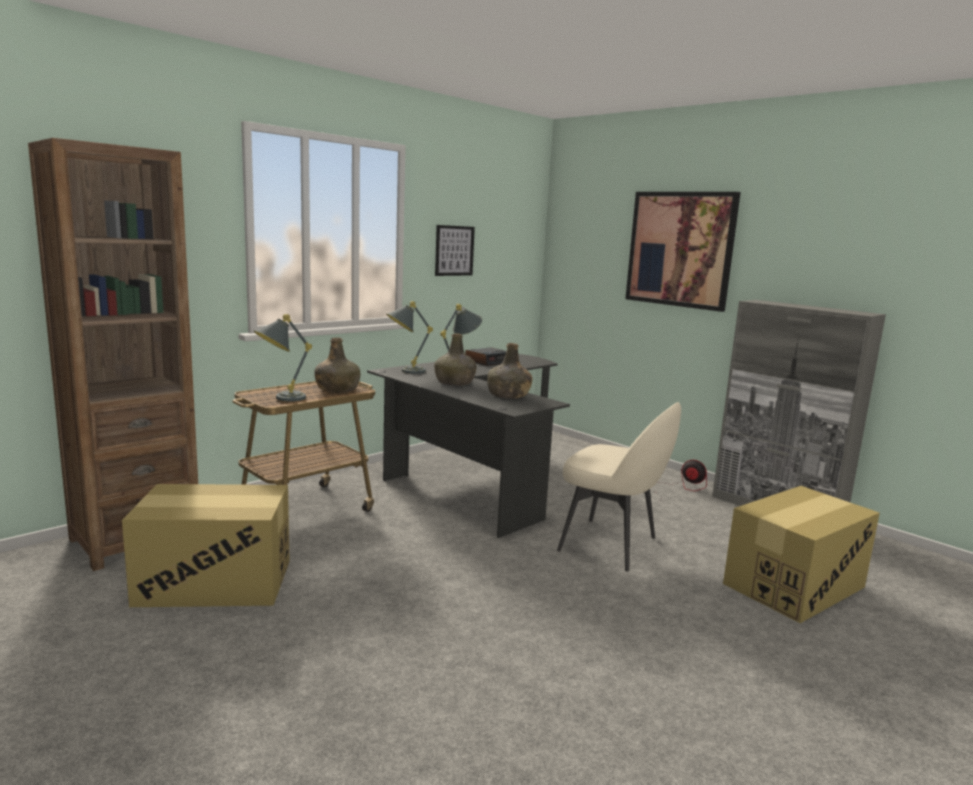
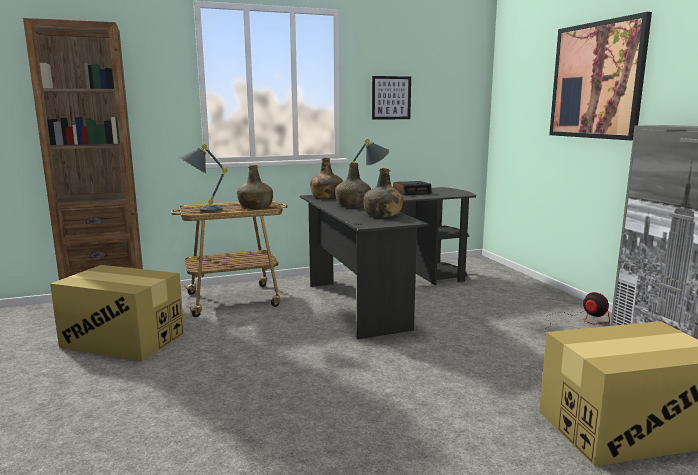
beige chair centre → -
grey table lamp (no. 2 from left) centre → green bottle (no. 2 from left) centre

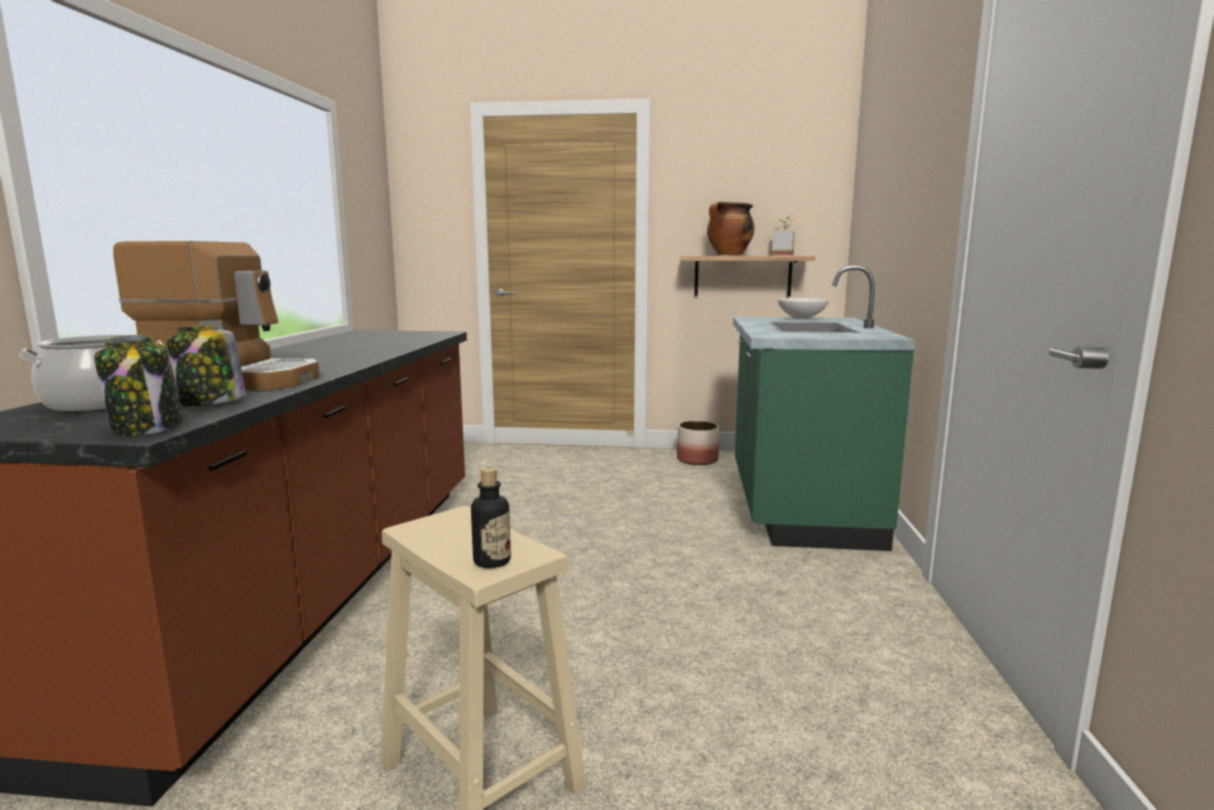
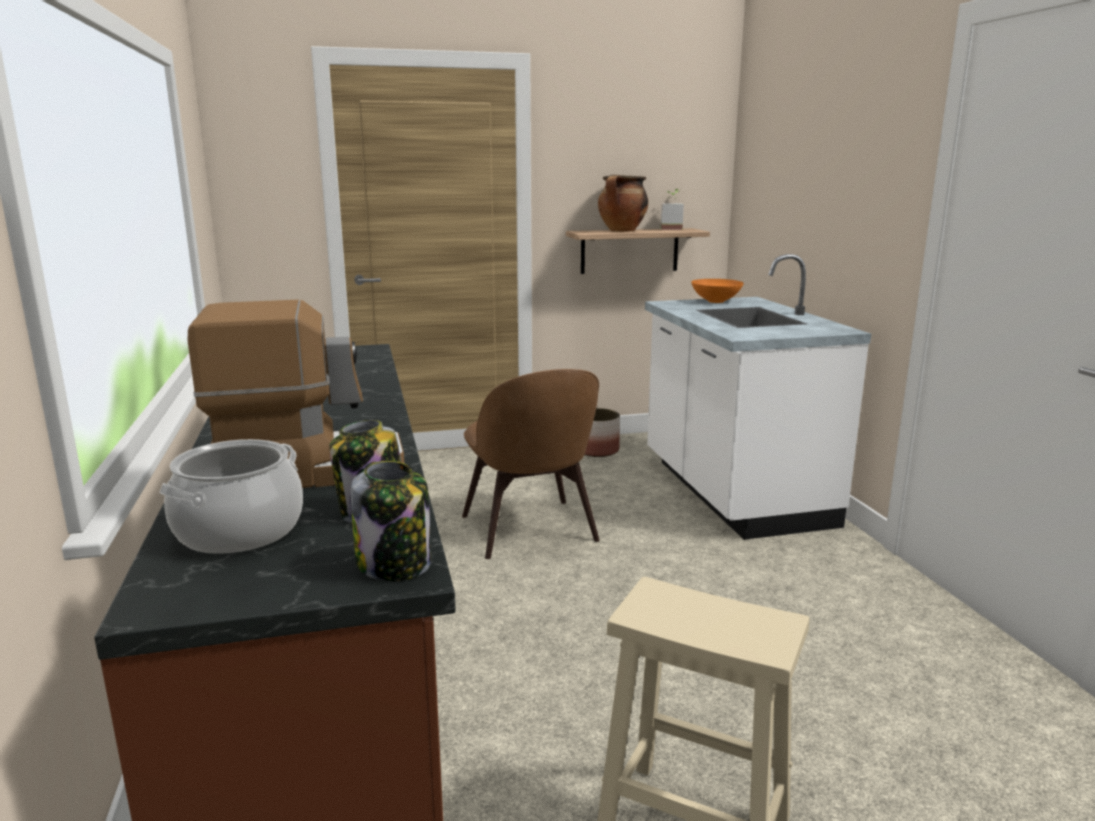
bottle centre → -
- → brown chair centre
green counter middle right → white counter middle right
white bowl centre → orange bowl centre

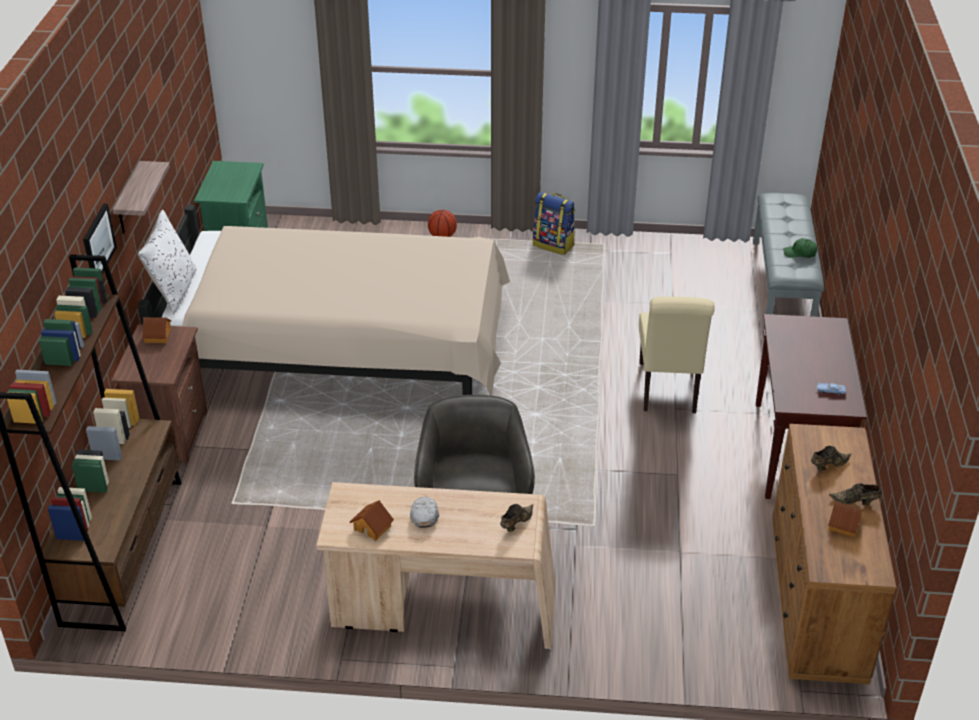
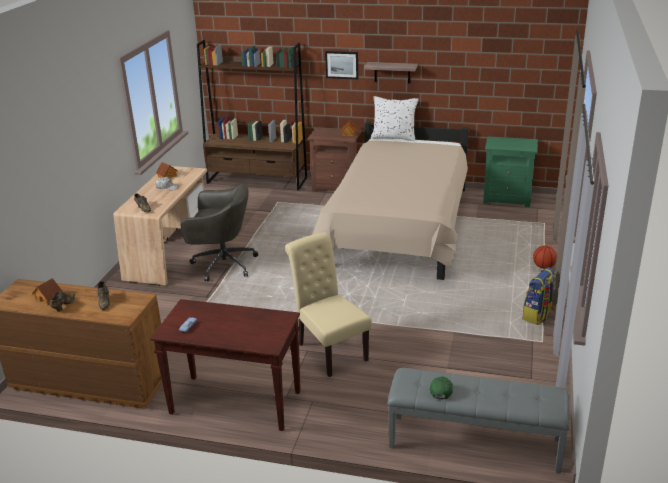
beige chair middle right → beige chair centre, 45 degrees clockwise

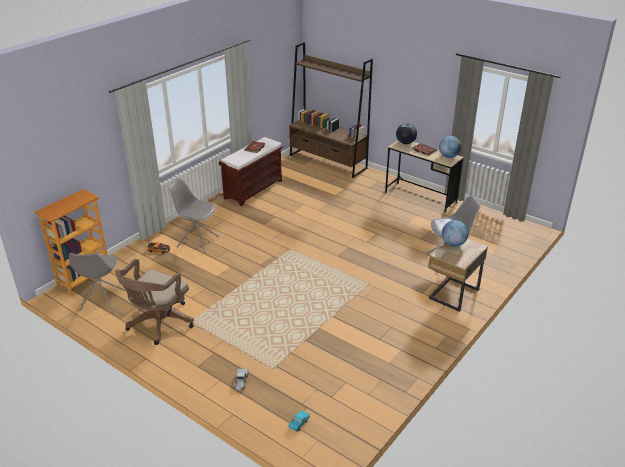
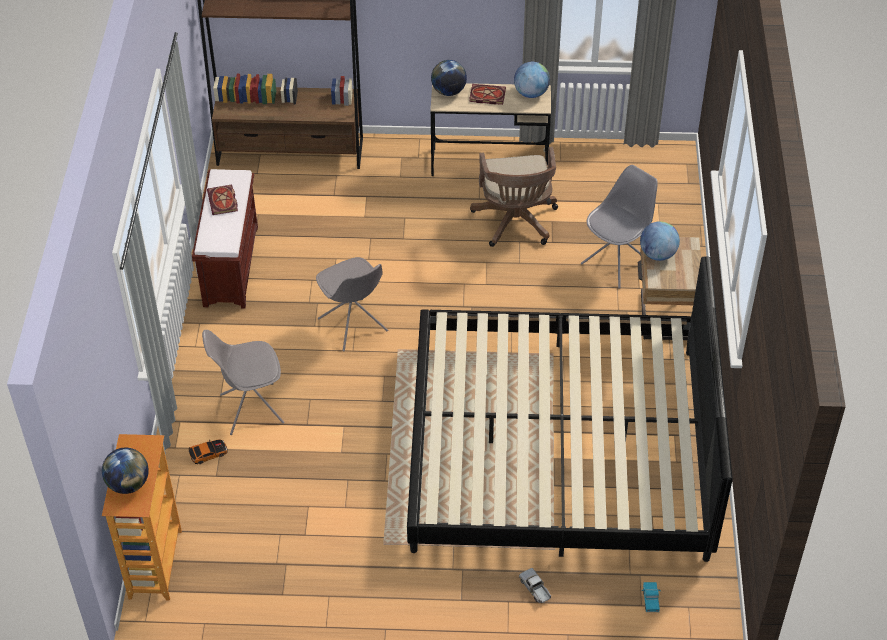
- → globe (no. 1 from left) bottom left
- → bed centre
grey chair (no. 1 from left in the first image) middle left → grey chair (no. 2 from left) centre, relocated
brown office chair middle left → brown office chair top centre, relocated

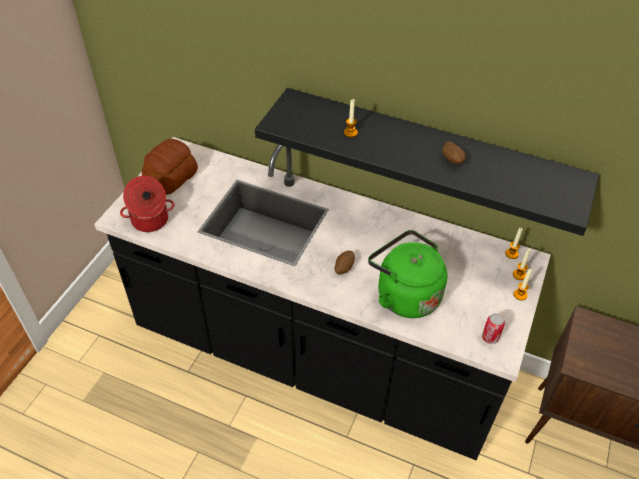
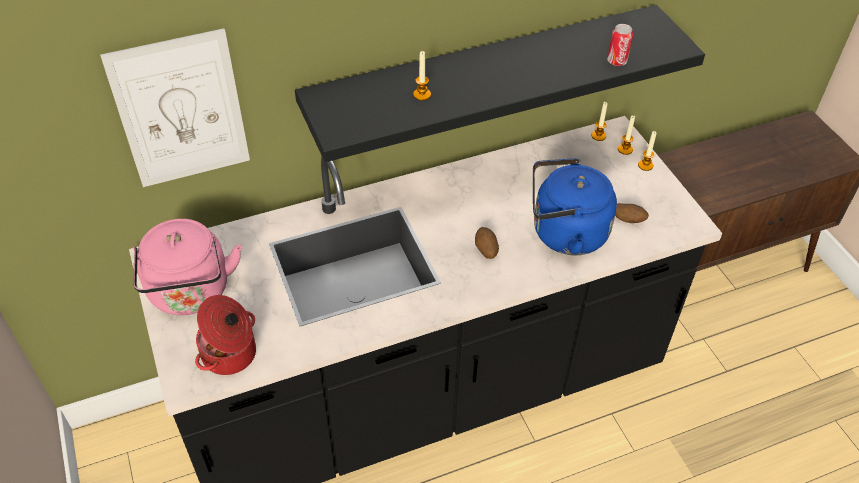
- → picture top left
potato (no. 2 from left) top right → potato (no. 2 from left) middle right, relocated
can bottom right → can top right, relocated
bread middle left → pink kettle middle left
green kettle centre → blue kettle middle right

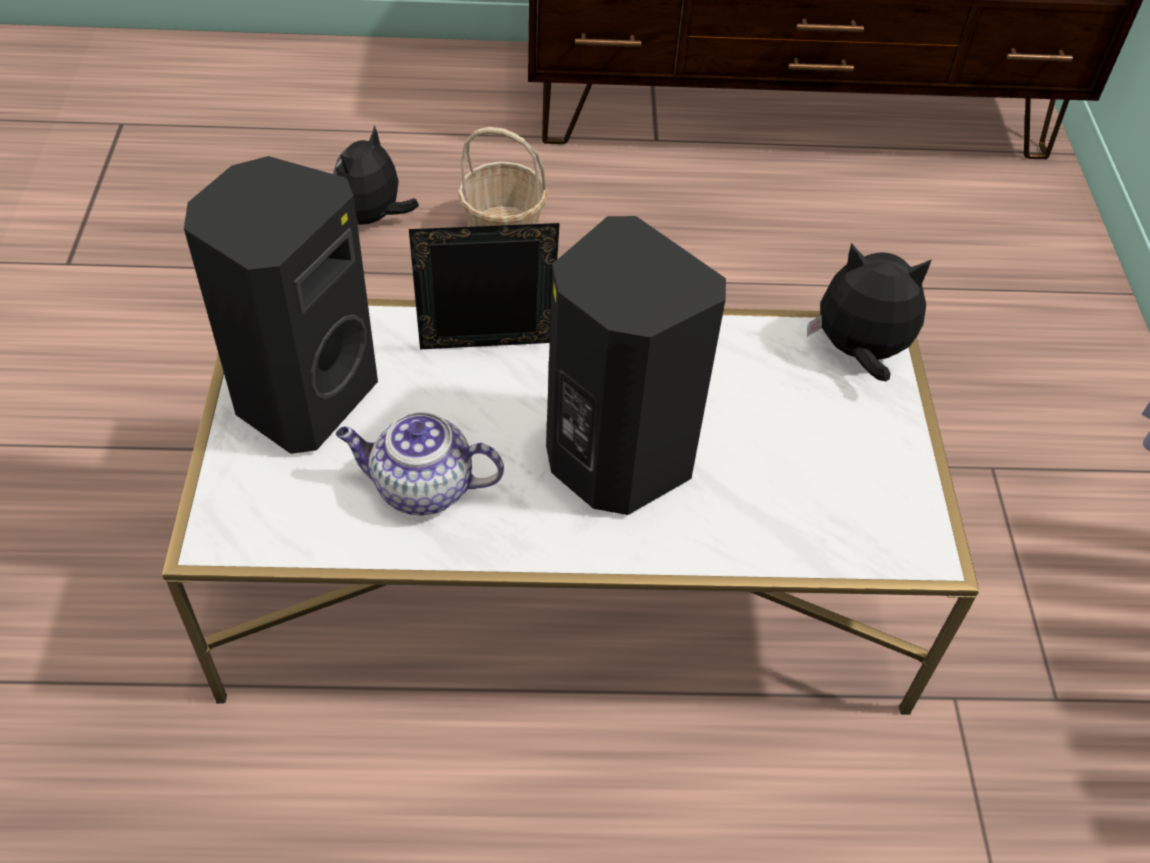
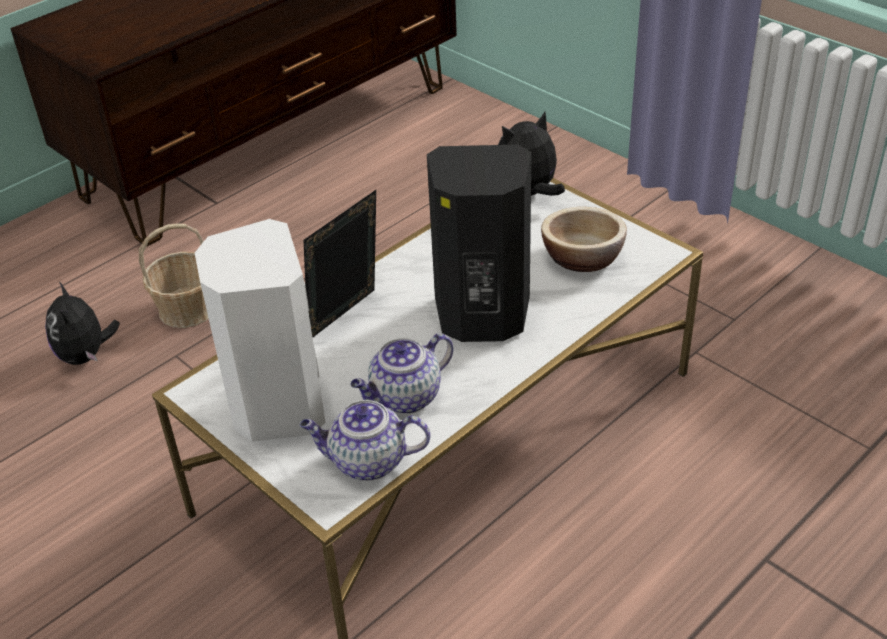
- → teapot (no. 1 from left) bottom centre
- → bowl centre
black speaker (no. 1 from left) middle left → white speaker middle left

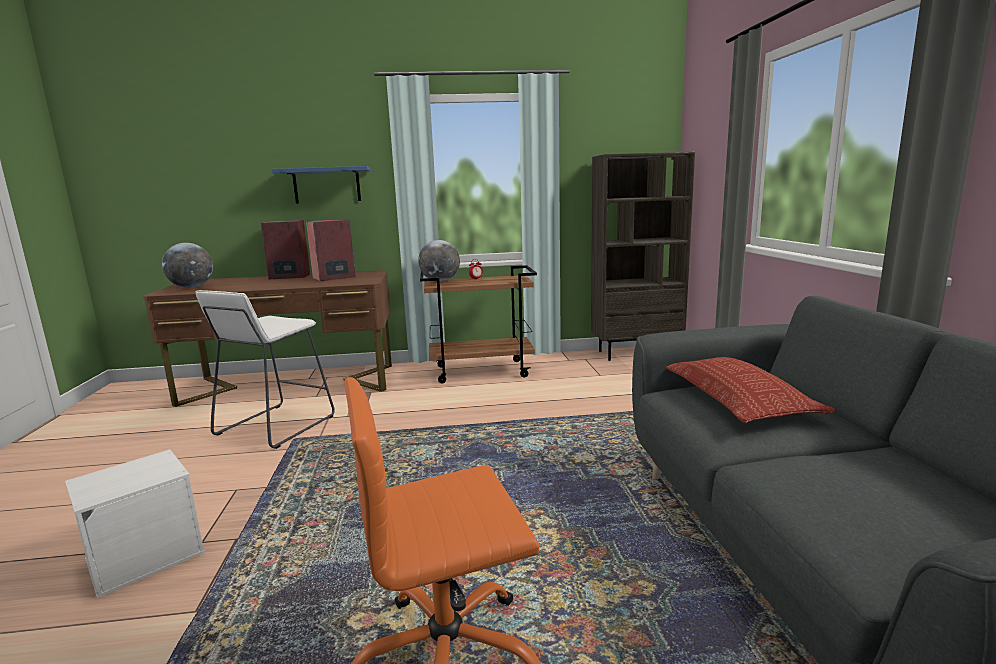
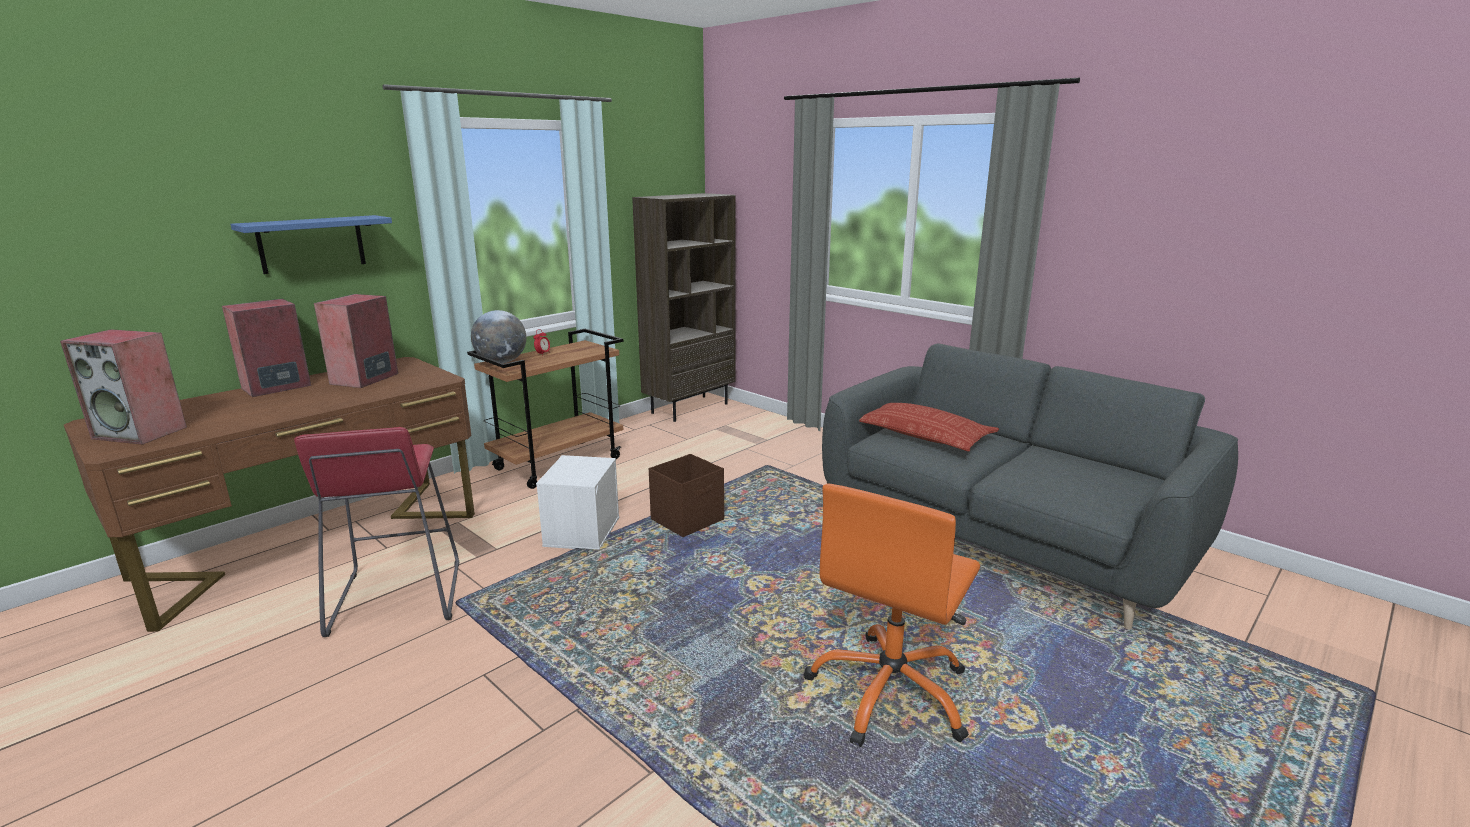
- → brown storage box centre
white storage box bottom left → white storage box centre, relocated
globe (no. 1 from left) middle left → speaker (no. 1 from left) middle left
white stool middle left → red stool middle left

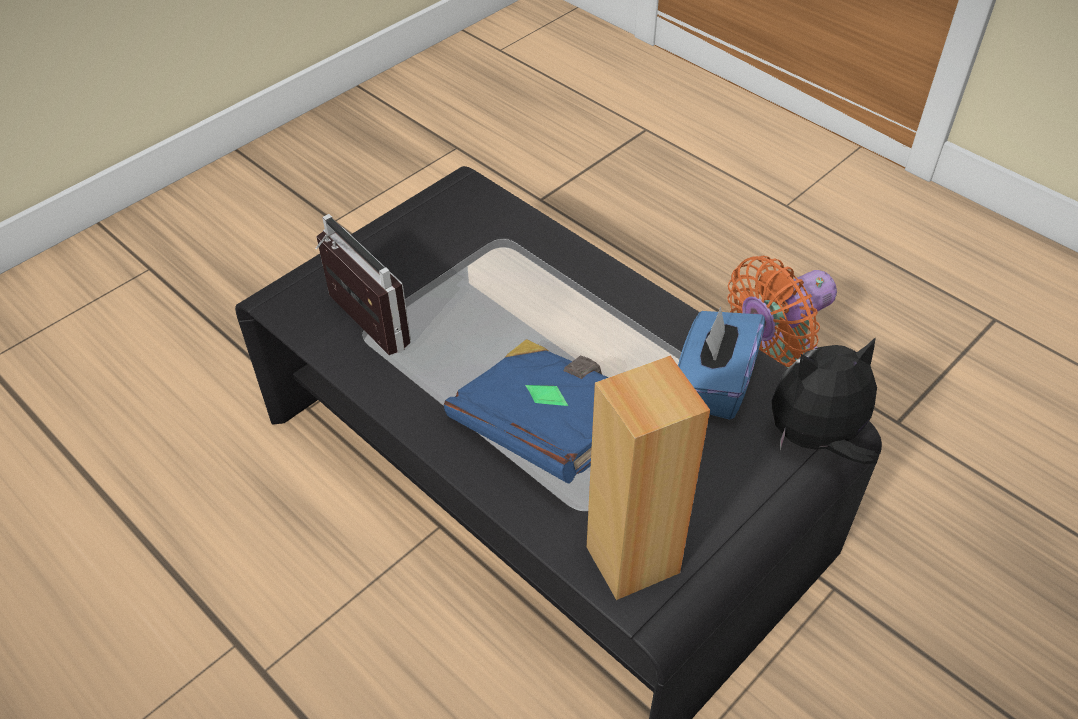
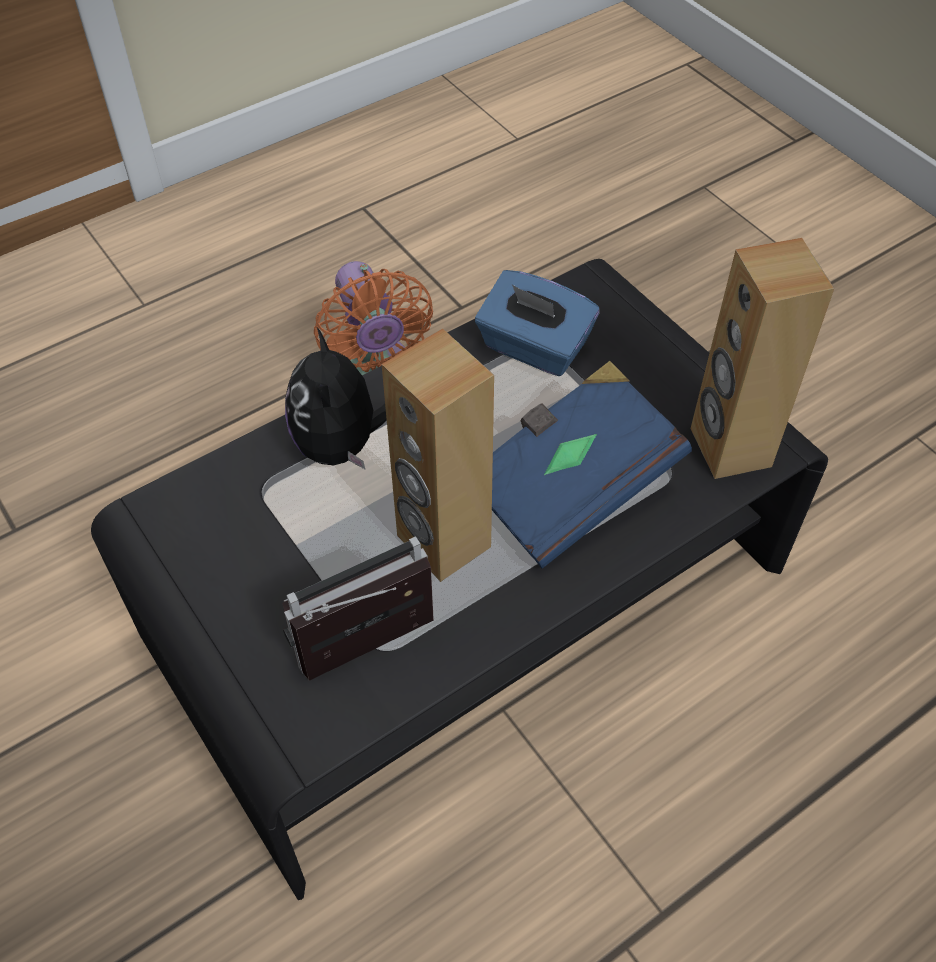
- → brown speaker (no. 1 from left) centre
plush toy middle right → plush toy centre, relocated

